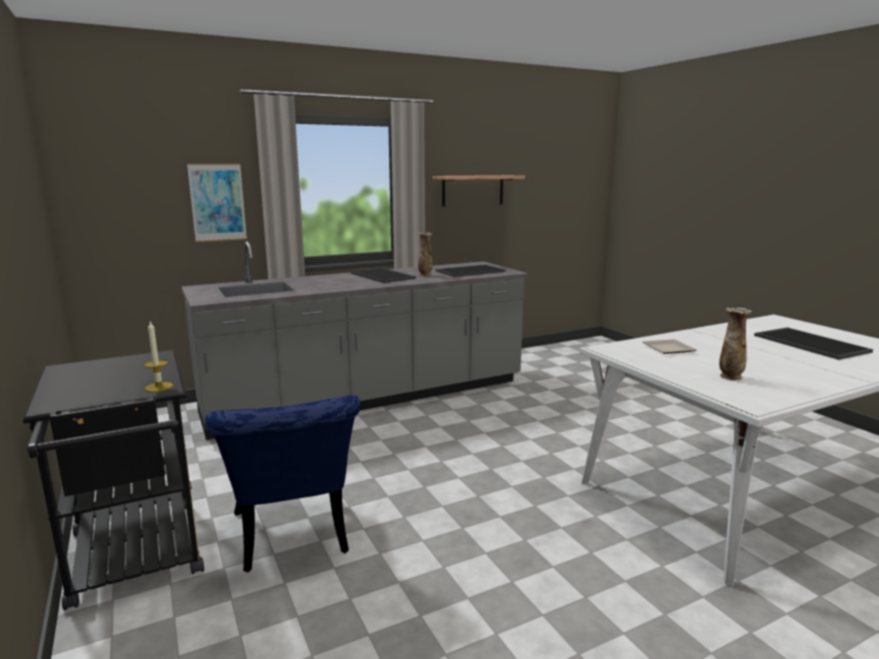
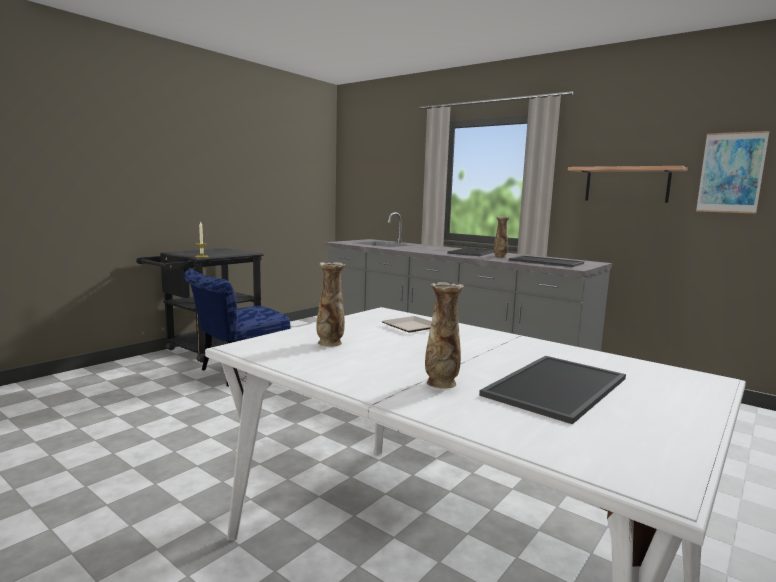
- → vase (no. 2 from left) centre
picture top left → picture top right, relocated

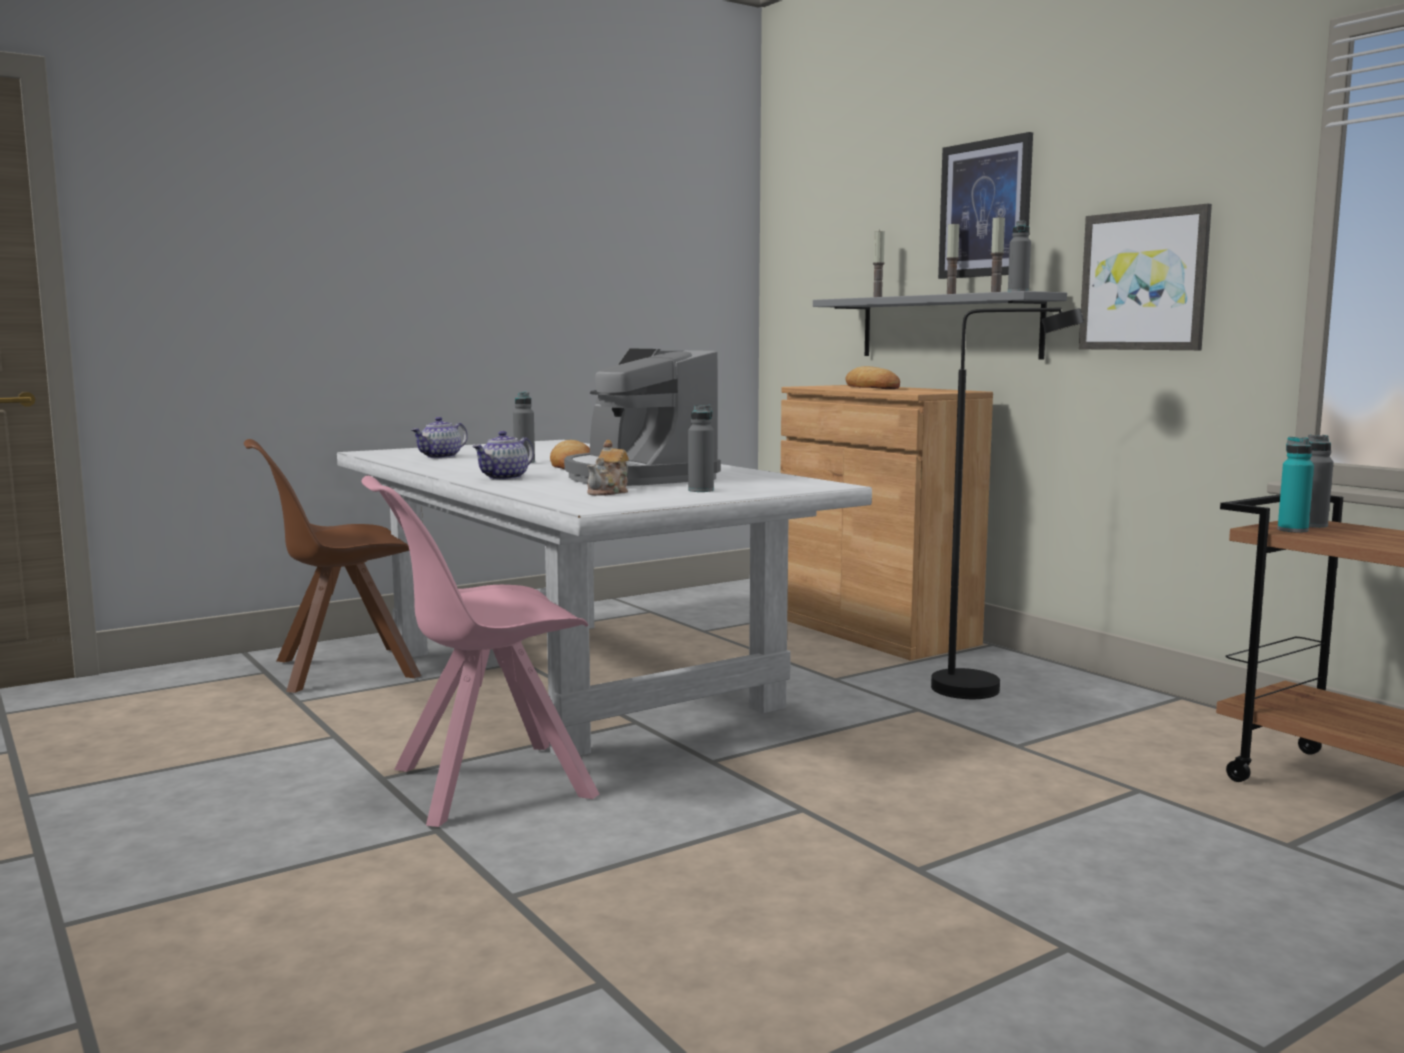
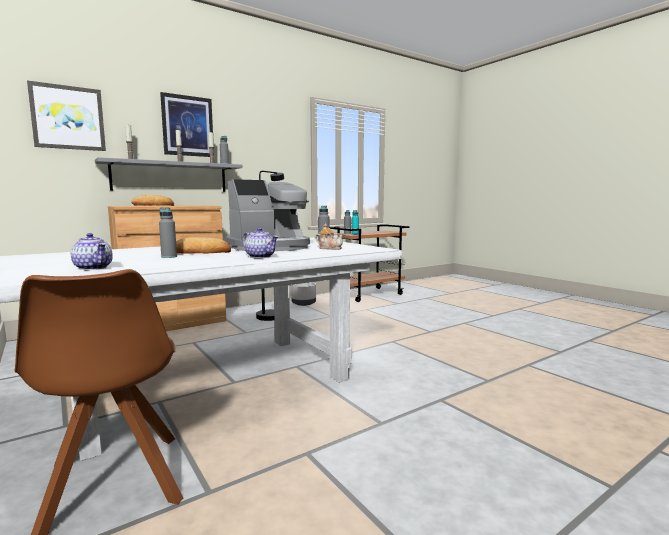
pink chair centre → -
- → grey planter centre
picture (no. 2 from left in the first image) top right → picture (no. 1 from left) top left, relocated

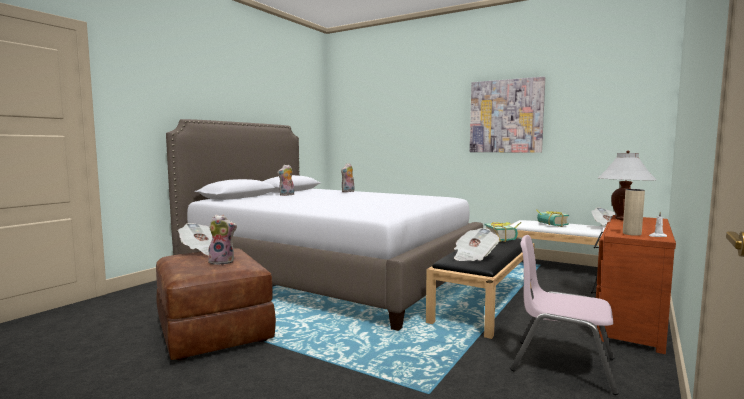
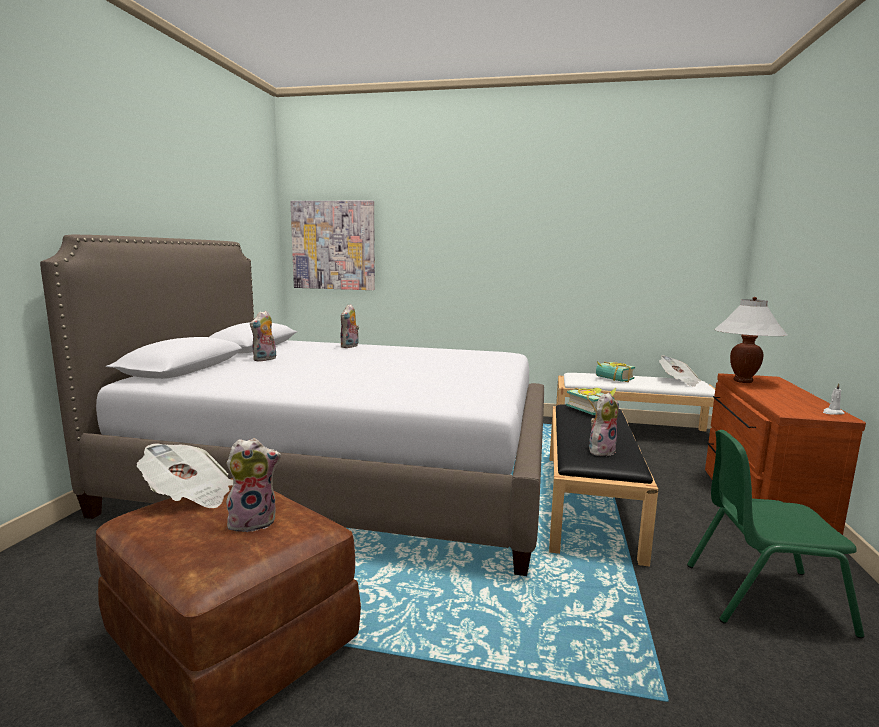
beige vase middle right → -
picture top right → picture centre, relocated
newspaper (no. 2 from left) centre → plush toy (no. 4 from left) middle right
pink chair bottom right → green chair bottom right

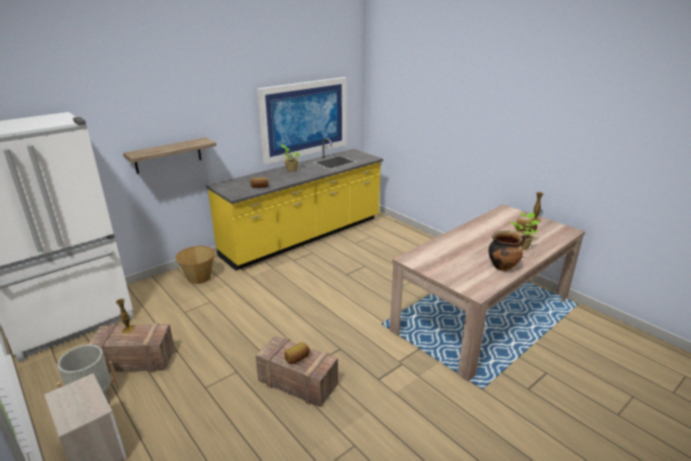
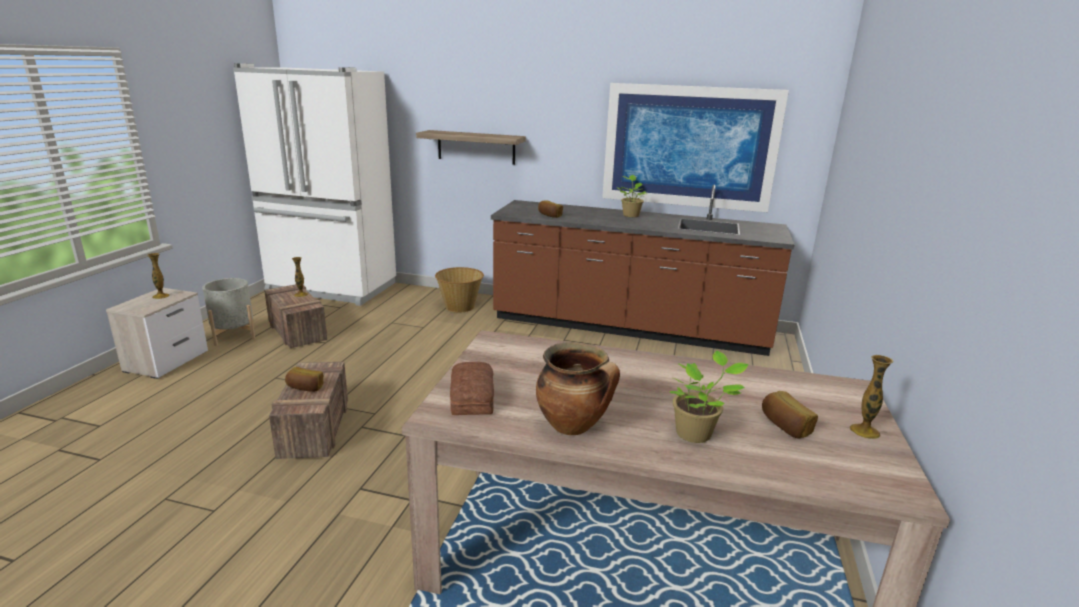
- → vase (no. 1 from left) middle left
- → bread (no. 2 from left) centre
yellow counter centre → brown counter centre

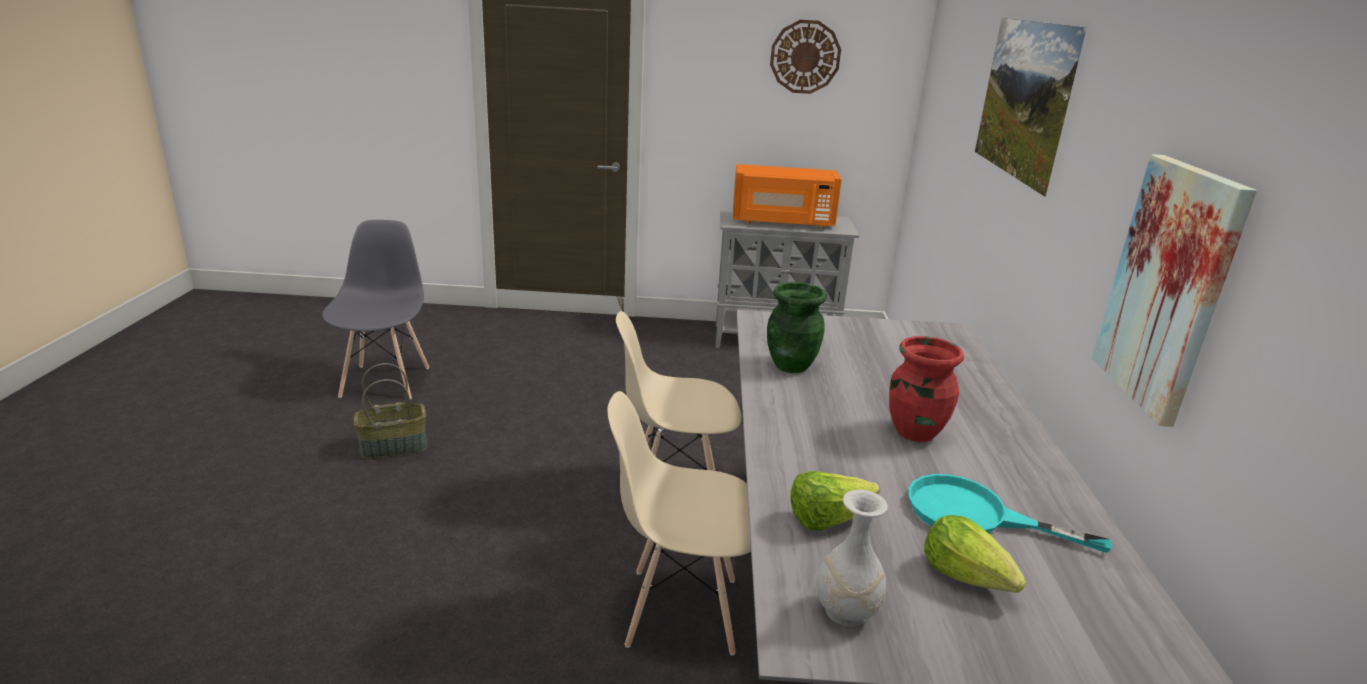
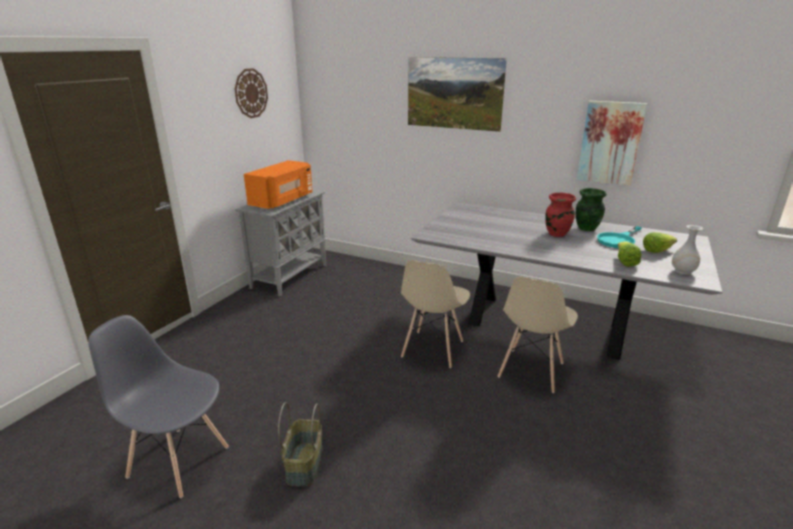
green vase centre → green vase middle right, relocated

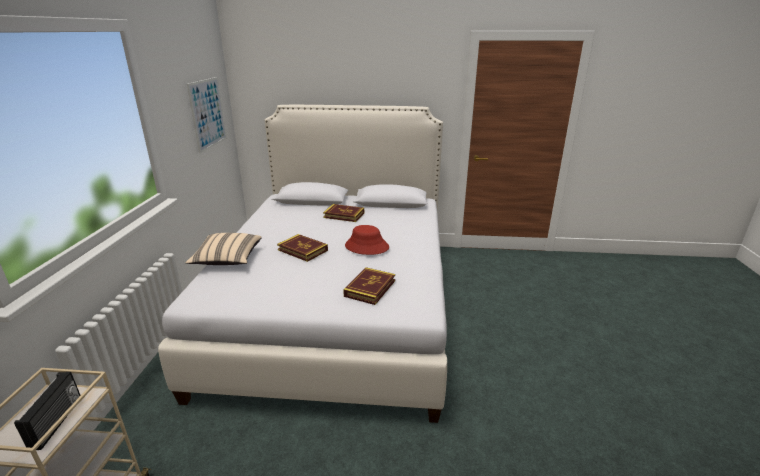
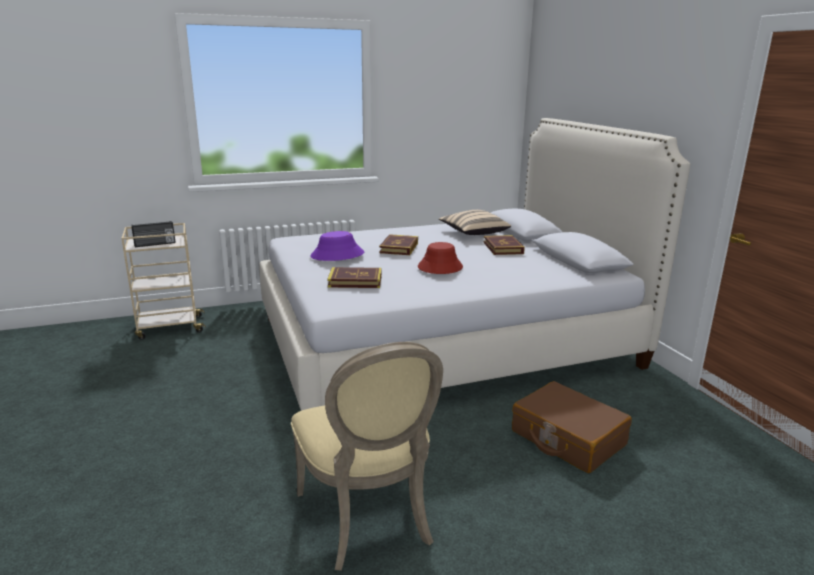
picture top left → -
- → beige chair bottom centre
- → purple hat centre
- → brown suitcase bottom right
beige pillow middle left → beige pillow centre, relocated

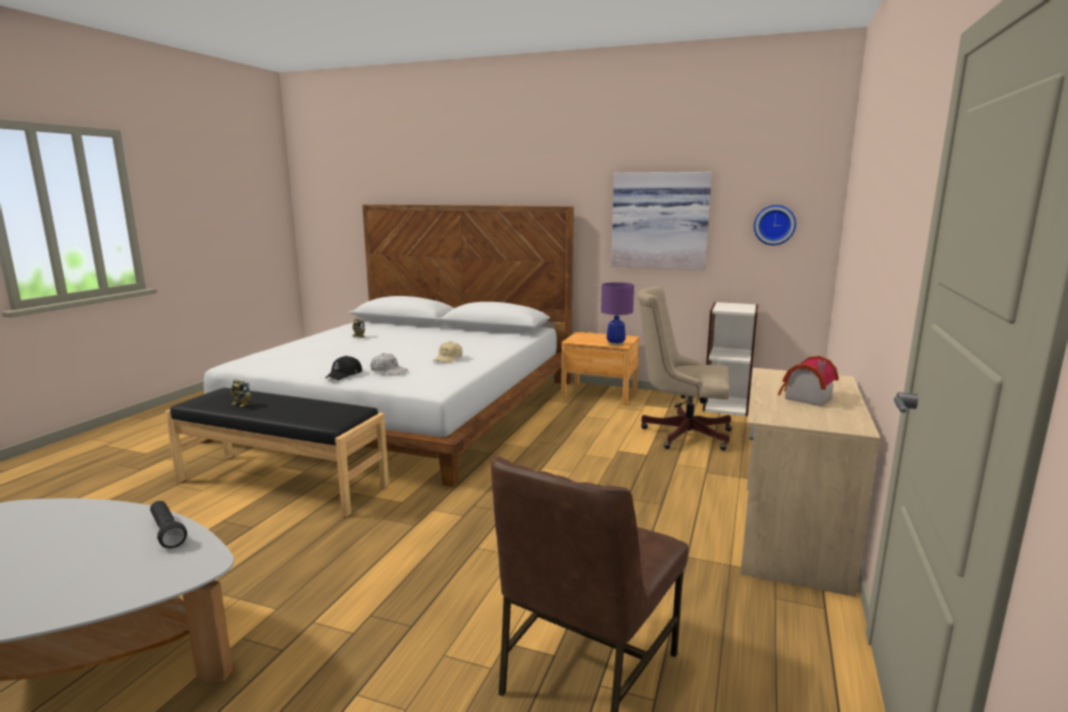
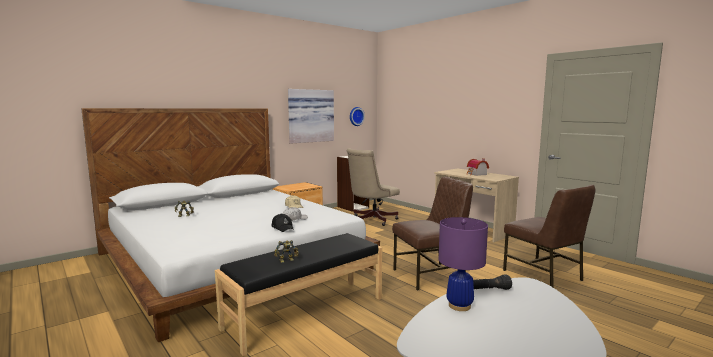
- → brown chair (no. 1 from left) centre
purple table lamp centre → purple table lamp bottom centre, relocated

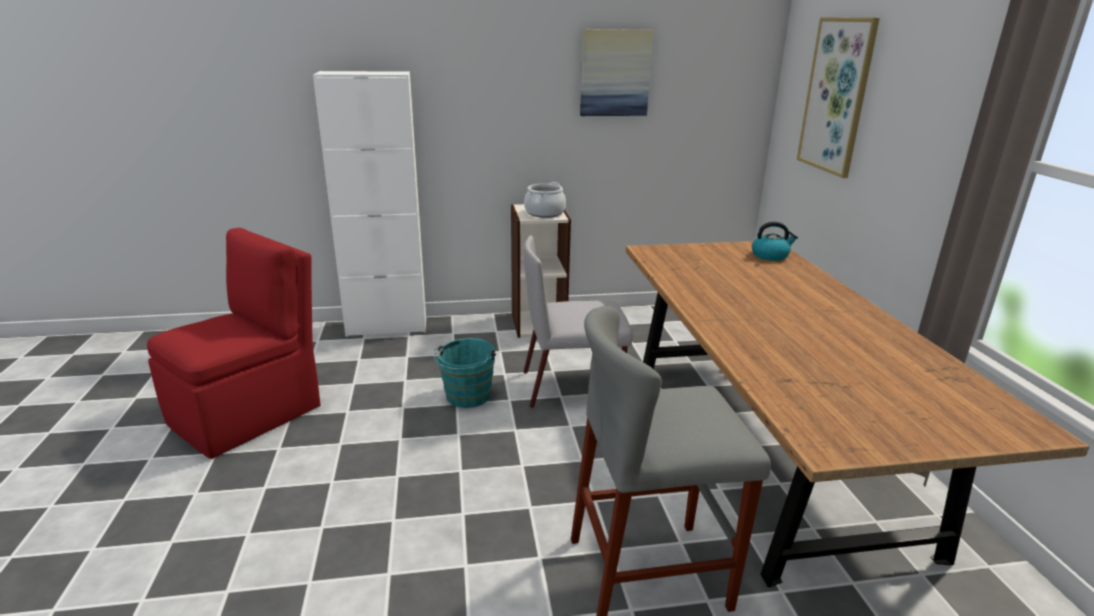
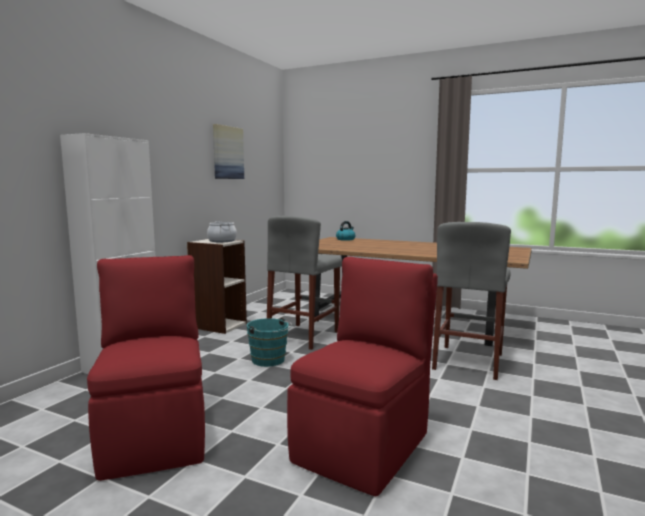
picture (no. 2 from left) top right → -
- → red chair (no. 2 from left) bottom centre
grey chair centre → grey stool (no. 1 from left) centre

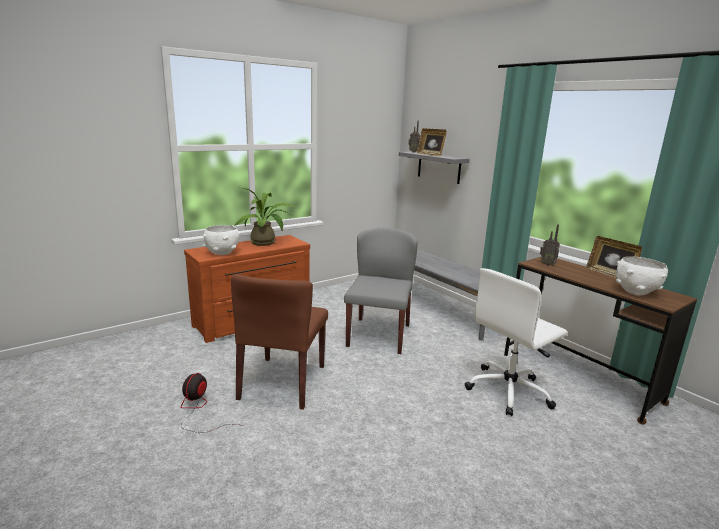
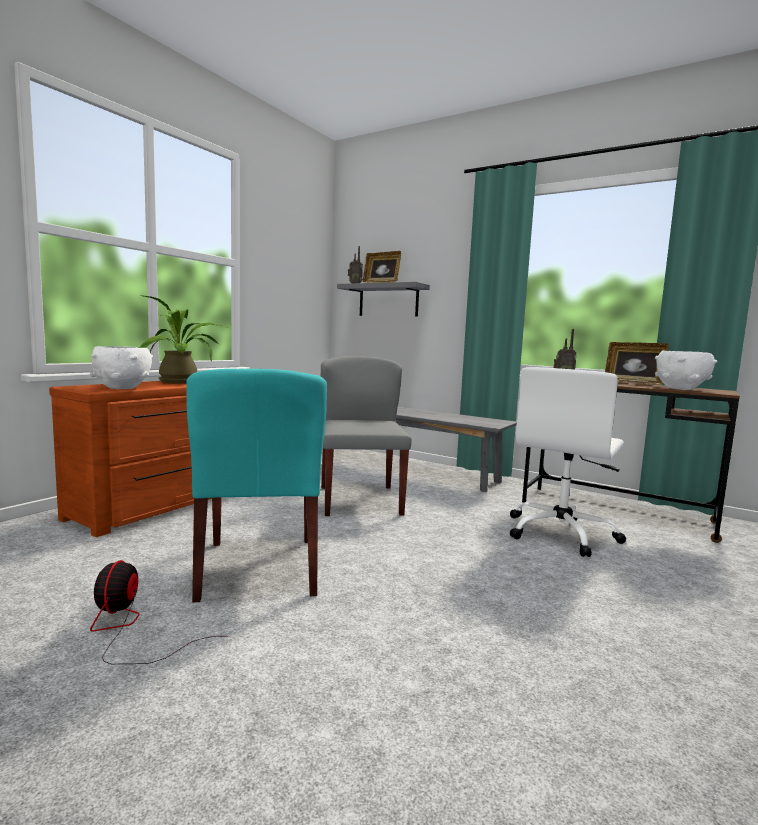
brown chair centre → turquoise chair centre

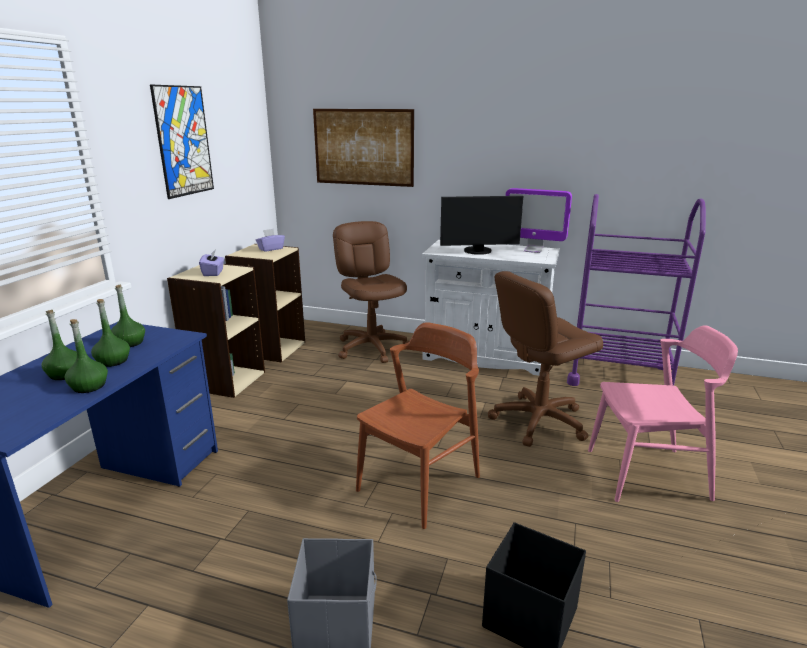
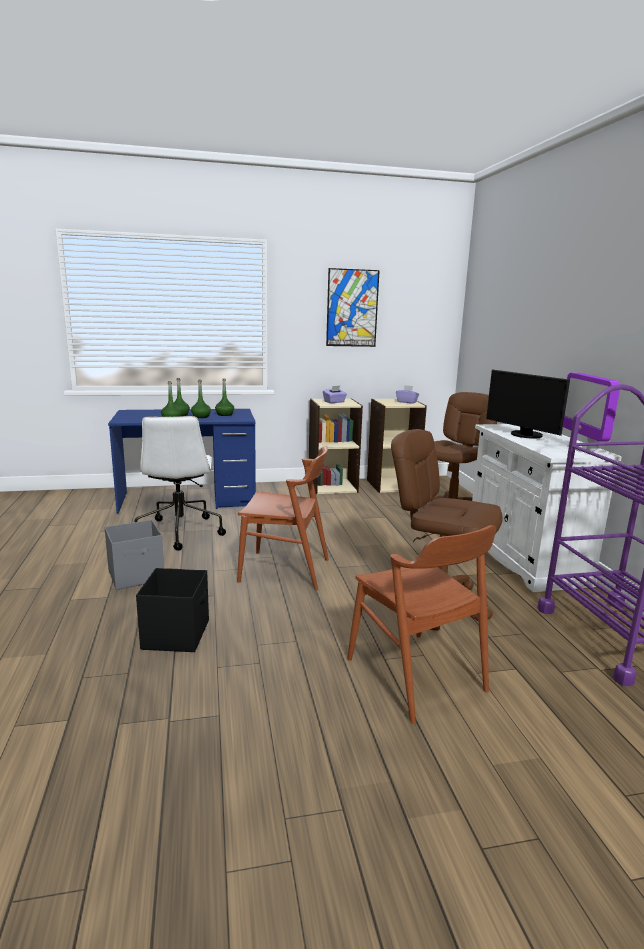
picture (no. 2 from left) top centre → -
- → white office chair middle left
pink chair middle right → brown chair (no. 2 from left) centre

